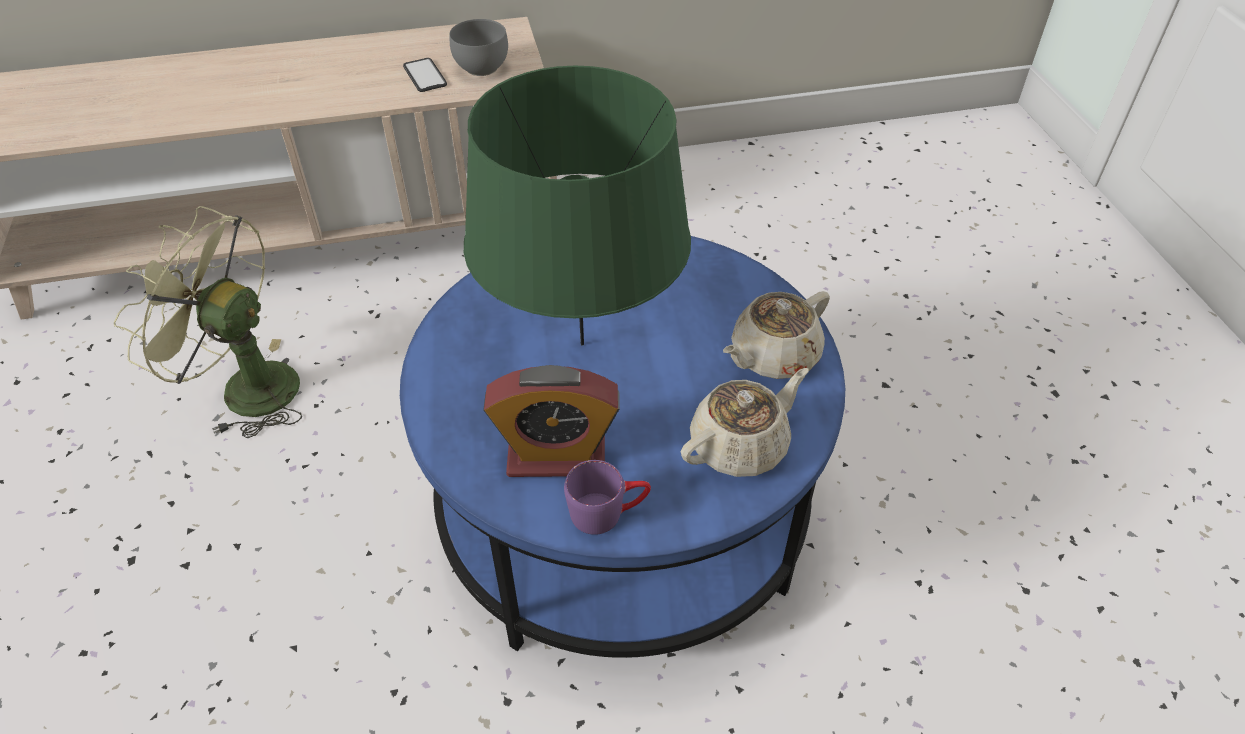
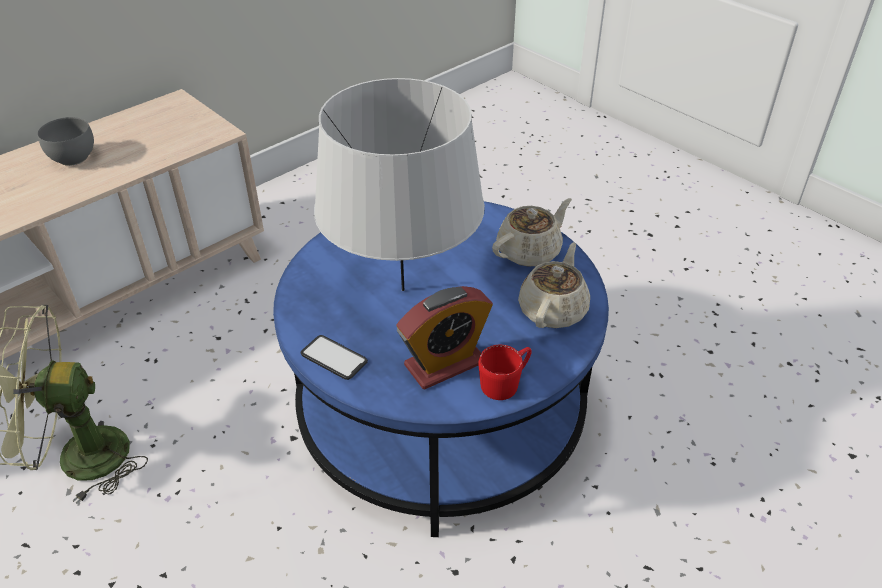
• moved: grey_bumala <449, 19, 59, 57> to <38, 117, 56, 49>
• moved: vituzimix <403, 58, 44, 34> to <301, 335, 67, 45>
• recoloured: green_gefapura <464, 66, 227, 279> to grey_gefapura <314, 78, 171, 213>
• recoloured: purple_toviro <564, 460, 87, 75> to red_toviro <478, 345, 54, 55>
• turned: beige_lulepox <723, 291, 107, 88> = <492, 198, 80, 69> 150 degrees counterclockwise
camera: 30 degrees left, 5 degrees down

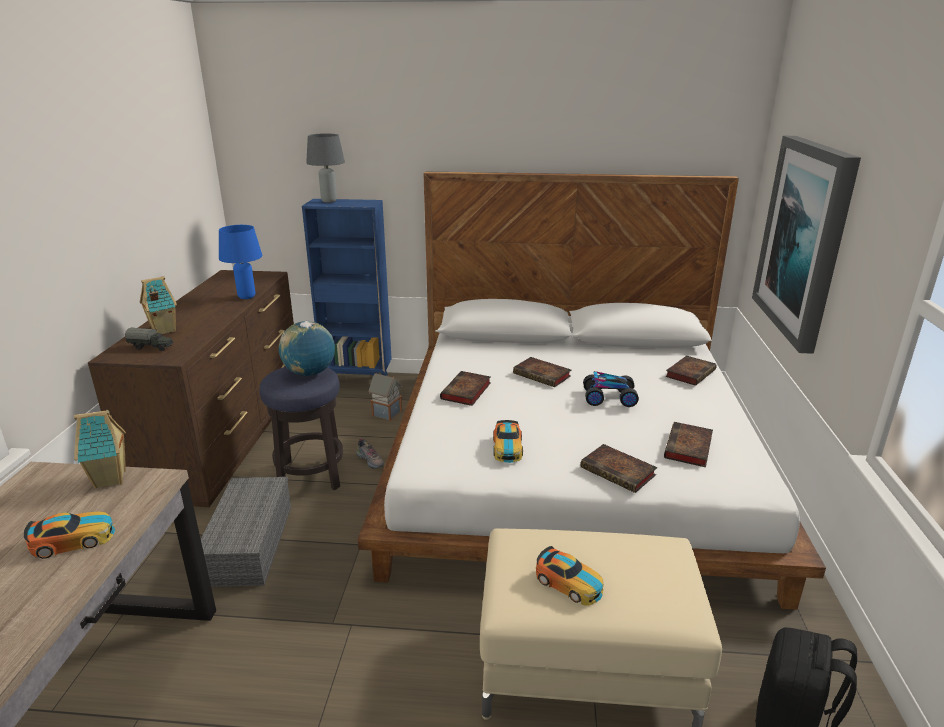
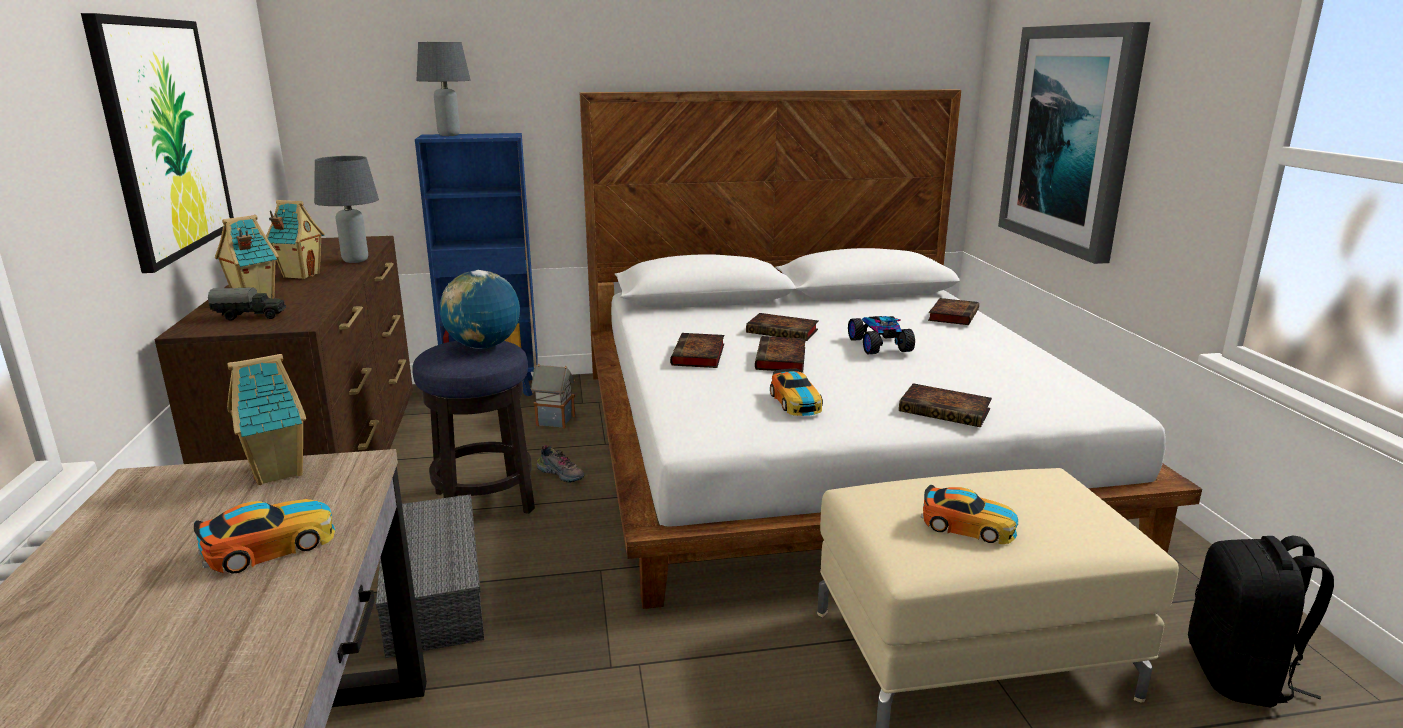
• added: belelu <81, 13, 153, 260>
• added: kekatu <266, 200, 59, 79>
• recoloured: blue_gefapura <219, 225, 43, 74> to grey_gefapura <314, 156, 65, 107>
• moved: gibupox <664, 422, 49, 45> to <755, 336, 51, 37>
• turned: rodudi <583, 371, 56, 36> = <848, 316, 67, 38> 90 degrees counterclockwise
camera: 15 degrees left, 5 degrees down

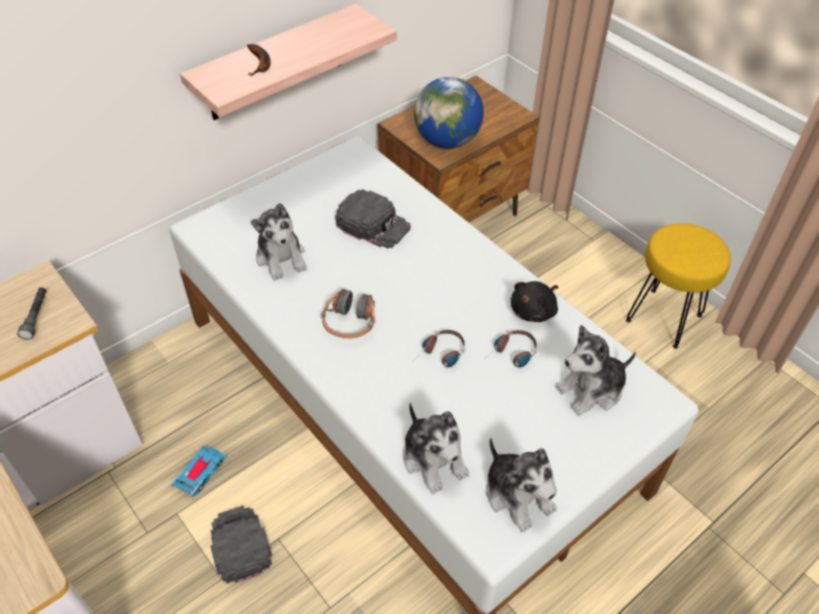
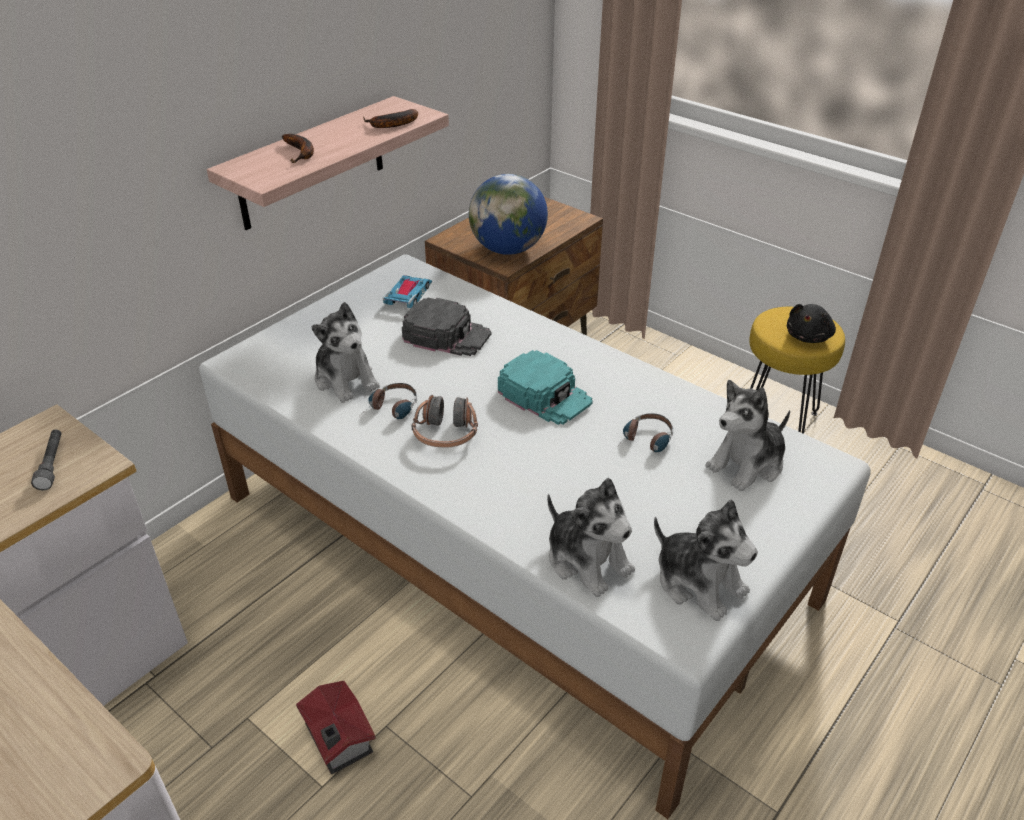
• replaced: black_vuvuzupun <210, 506, 62, 78> to kekatu <296, 681, 80, 94>
• added: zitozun <363, 109, 55, 19>
• moved: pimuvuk <422, 330, 43, 37> to <365, 383, 52, 36>
• moved: rodudi <171, 445, 56, 52> to <383, 275, 49, 33>
• added: turquoise_vuvuzupun <498, 350, 95, 75>
• moved: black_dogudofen <511, 281, 47, 41> to <787, 304, 49, 39>
camera: 10 degrees left, 10 degrees down

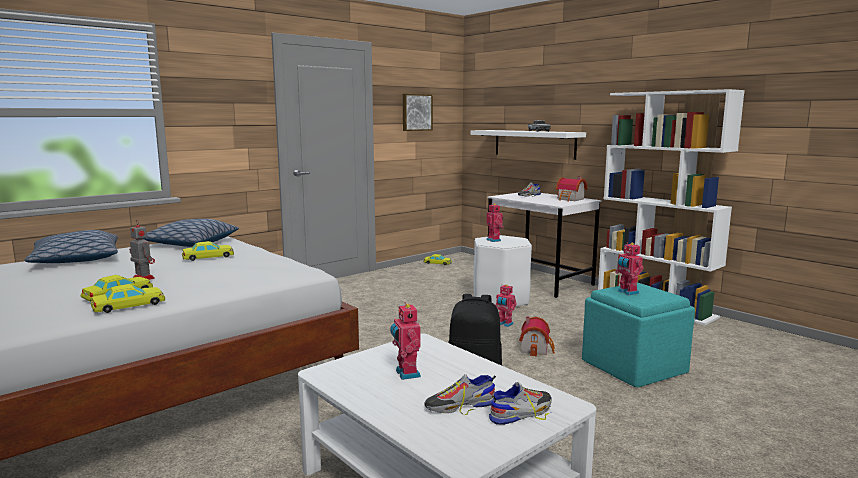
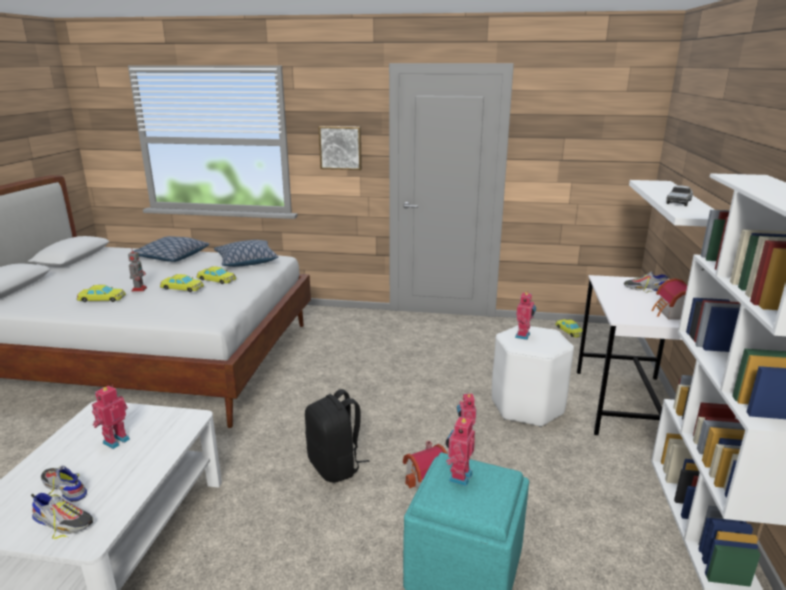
• moved: yellow_rodudi <91, 284, 74, 29> to <160, 274, 44, 18>
• moved: belelu <403, 94, 30, 37> to <319, 126, 43, 44>
camera: 50 degrees right, 10 degrees up

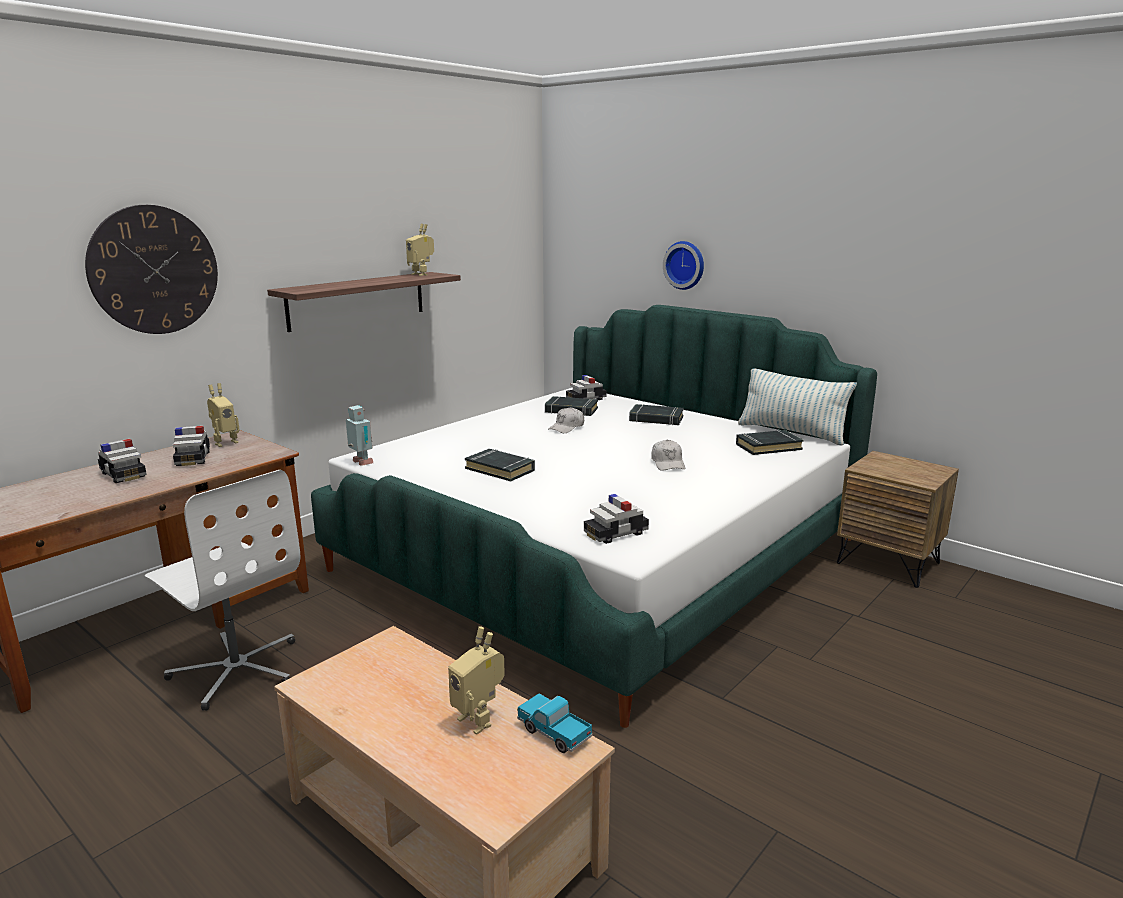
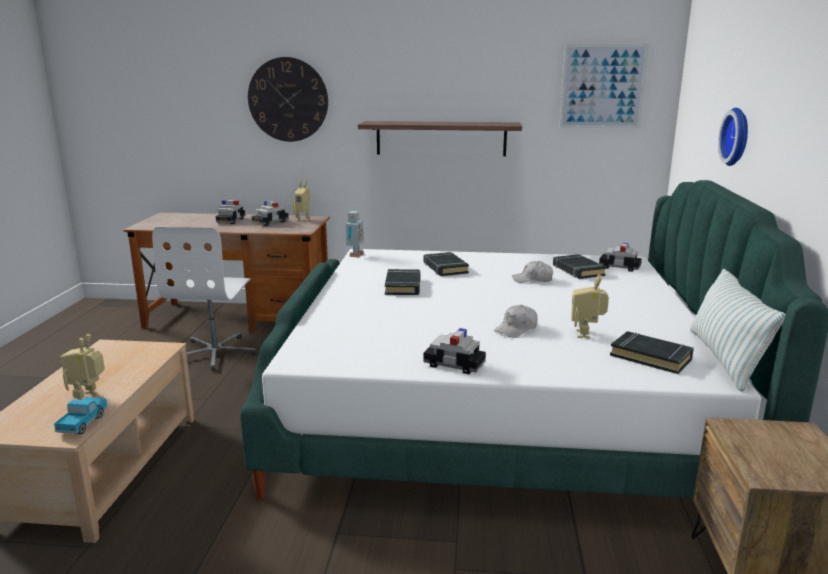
• moved: black_gibupox <629, 404, 55, 21> to <424, 252, 45, 24>
• moved: rodudi <584, 494, 65, 50> to <424, 328, 62, 46>
• added: belelu <559, 44, 90, 84>
• moved: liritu <406, 224, 28, 52> to <571, 274, 38, 65>
camera: 55 degrees right, 0 degrees up

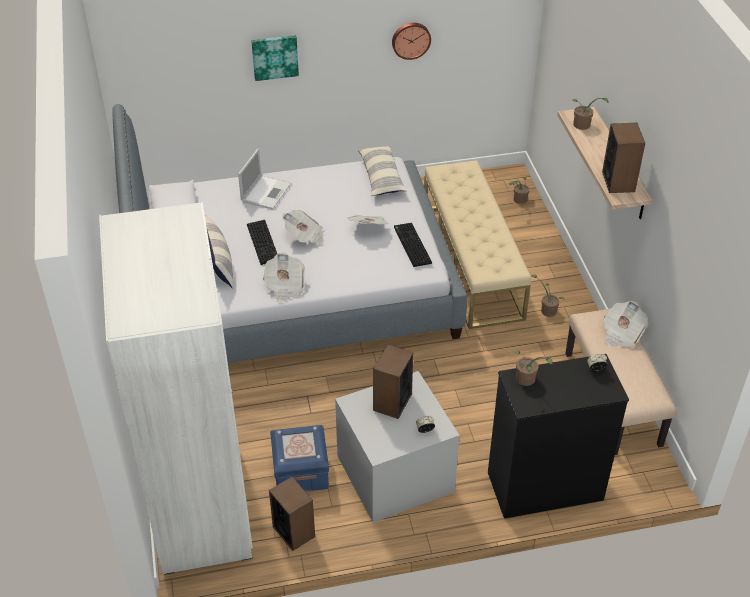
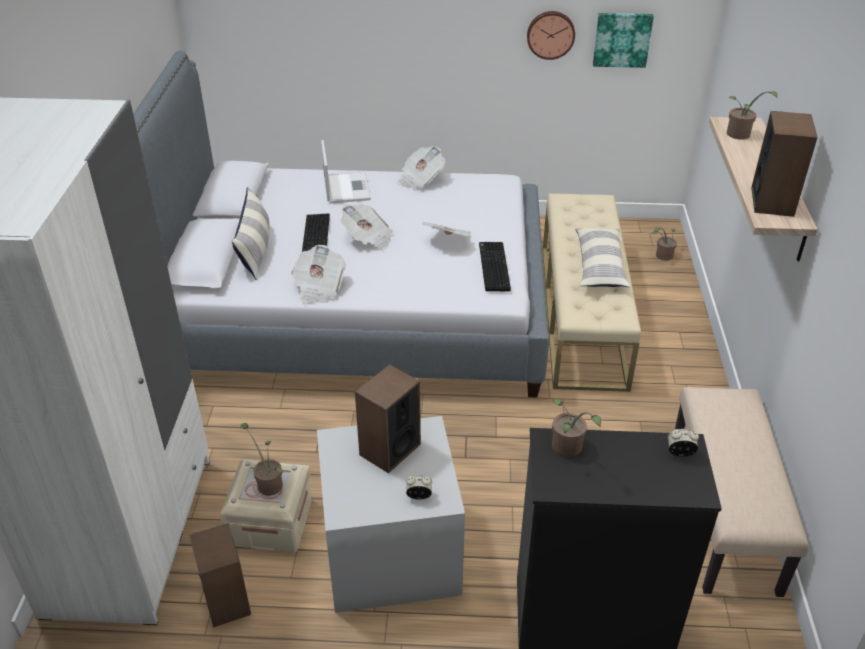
• recoloured: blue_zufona <270, 425, 59, 67> to beige_zufona <220, 459, 92, 94>
• moved: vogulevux <531, 274, 33, 43> to <240, 423, 43, 73>
• turned: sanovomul <238, 149, 53, 61> = <321, 140, 50, 63> 45 degrees counterclockwise
• moved: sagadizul <603, 301, 45, 47> to <397, 146, 48, 43>
• moved: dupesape <358, 145, 49, 51> to <575, 228, 55, 59>
• moved: belelu <251, 35, 48, 46> to <593, 13, 61, 55>
camera: 15 degrees right, 5 degrees down

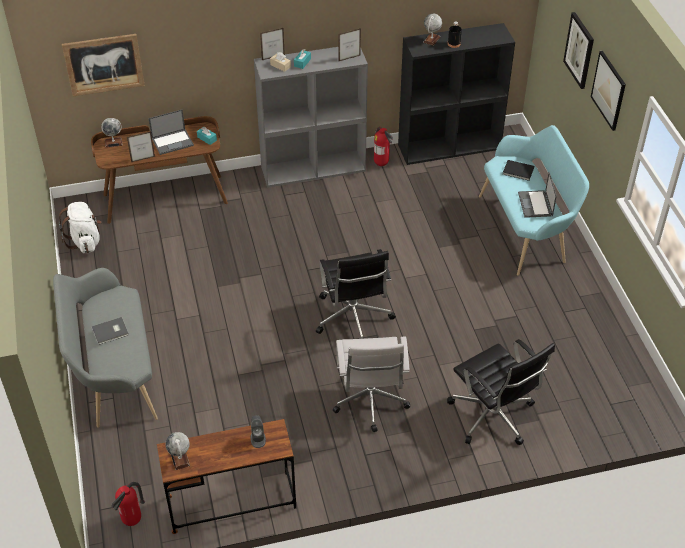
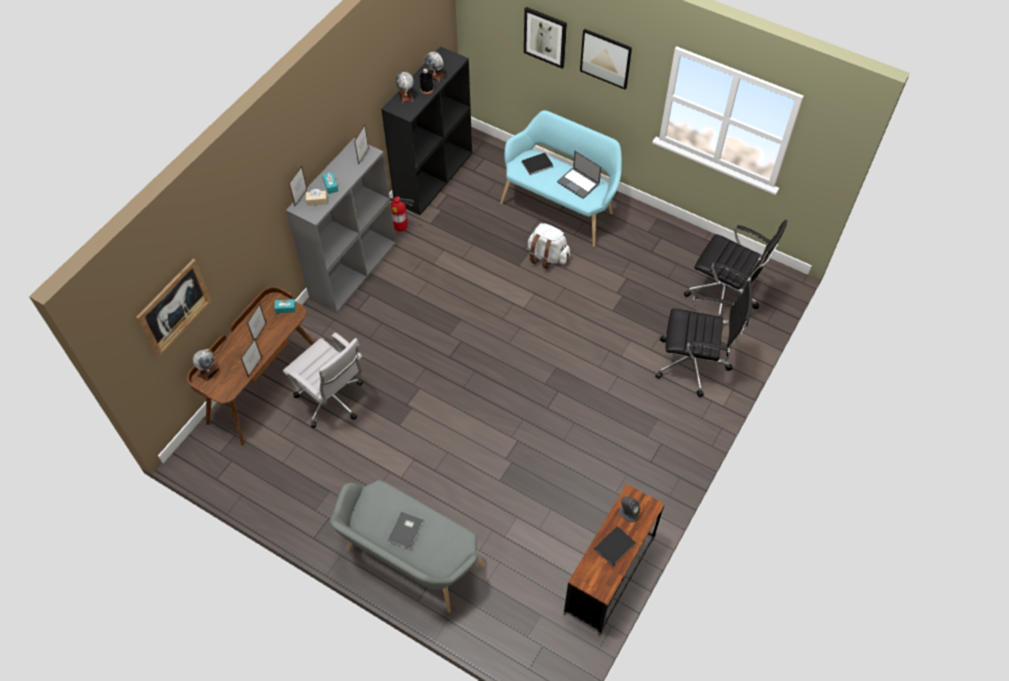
• replaced: sanovomul <149, 109, 45, 46> to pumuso <247, 303, 19, 37>
• moved: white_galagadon <333, 337, 77, 95> to <283, 333, 80, 95>
• moved: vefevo <165, 432, 25, 38> to <425, 52, 20, 30>
• moved: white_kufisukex <59, 202, 43, 51> to <528, 223, 42, 46>
• added: black_gibupox <595, 526, 41, 40>
• moved: black_galagadon <316, 249, 80, 90> to <684, 220, 103, 97>
• removed: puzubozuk <111, 482, 34, 44>
camera: 45 degrees left, 10 degrees up

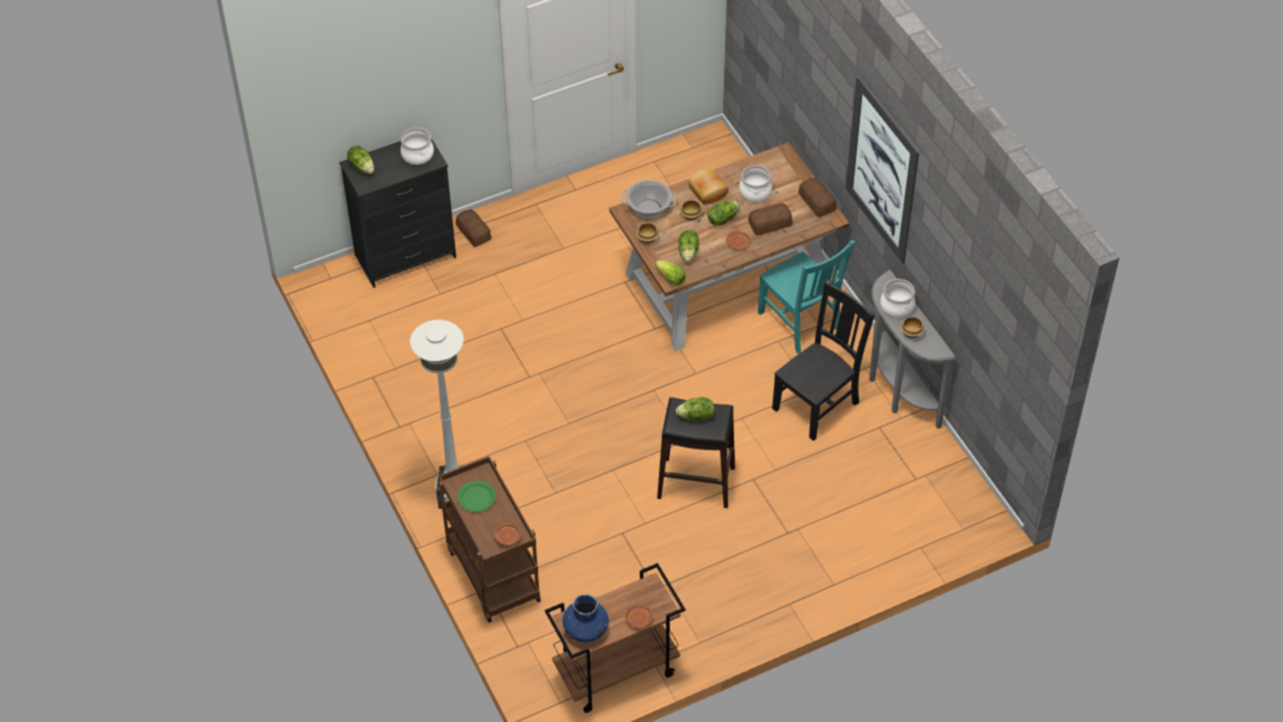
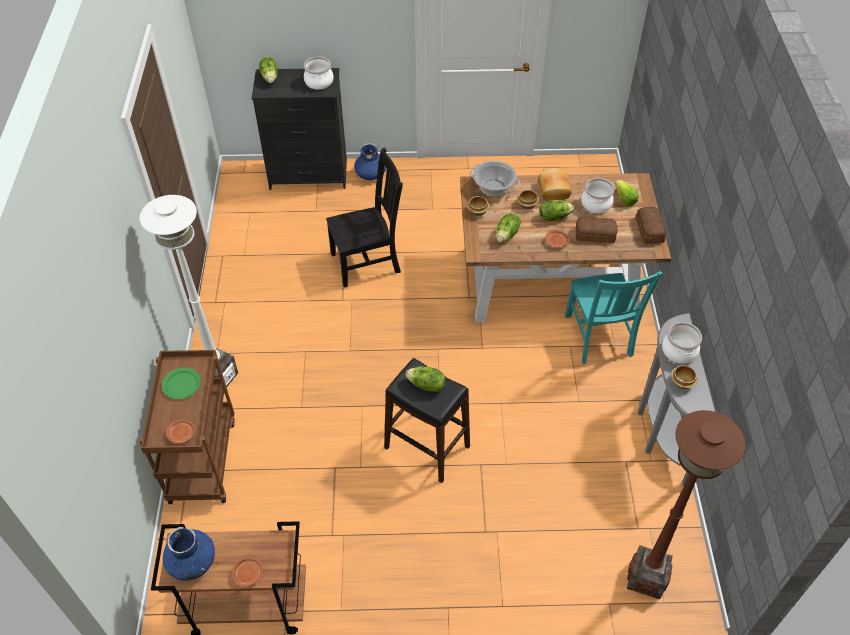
• moved: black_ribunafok <772, 279, 103, 162> to <326, 148, 77, 140>
• replaced: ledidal <456, 209, 35, 38> to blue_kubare <354, 143, 32, 37>
• moved: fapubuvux <655, 260, 31, 26> to <615, 180, 24, 26>
• added: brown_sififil <627, 410, 119, 189>
• removed: belelu <846, 76, 73, 188>
camera: 25 degrees right, 0 degrees up

